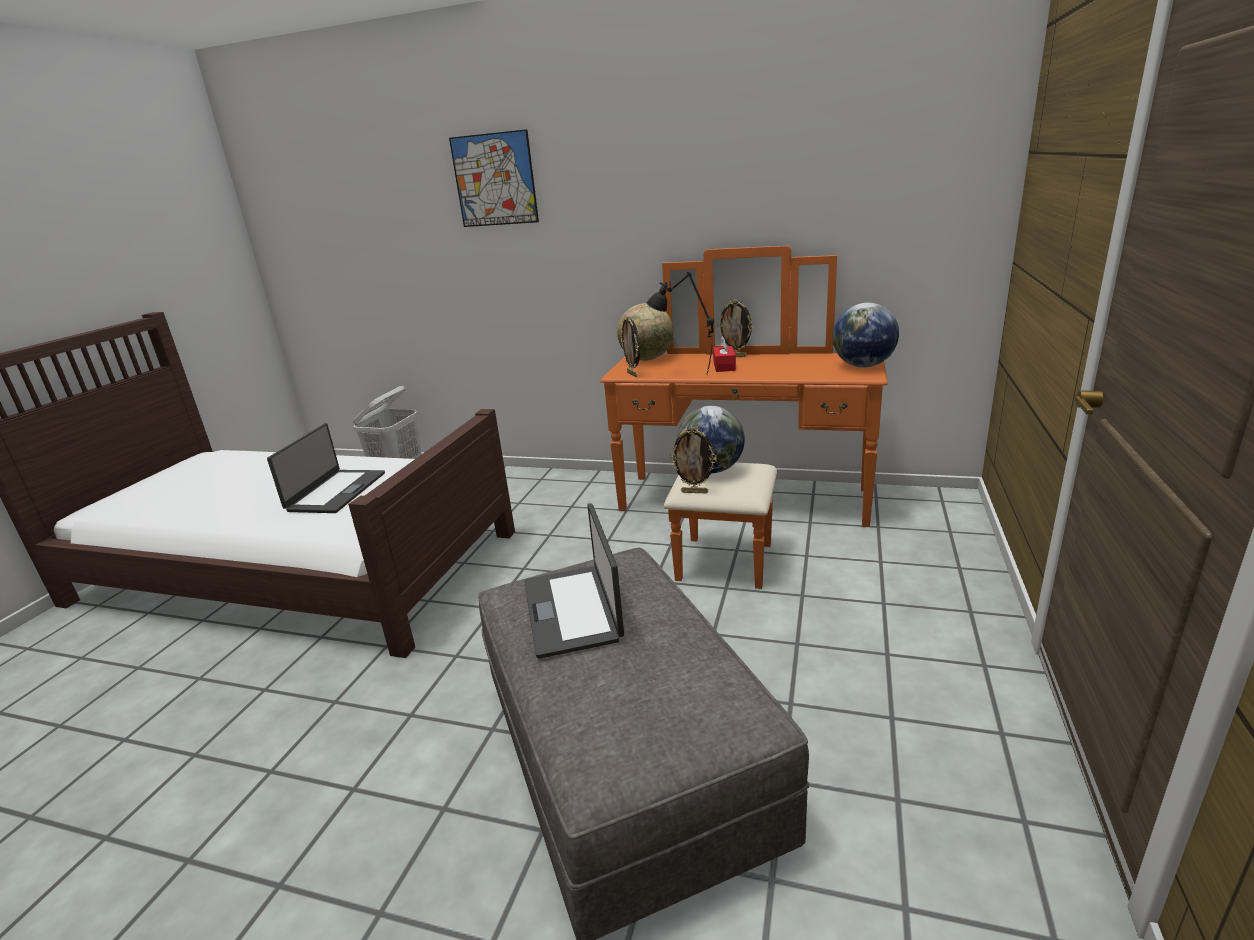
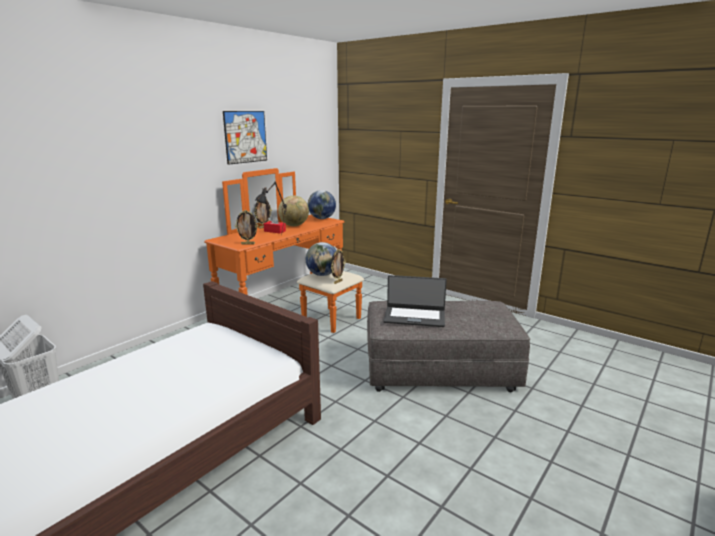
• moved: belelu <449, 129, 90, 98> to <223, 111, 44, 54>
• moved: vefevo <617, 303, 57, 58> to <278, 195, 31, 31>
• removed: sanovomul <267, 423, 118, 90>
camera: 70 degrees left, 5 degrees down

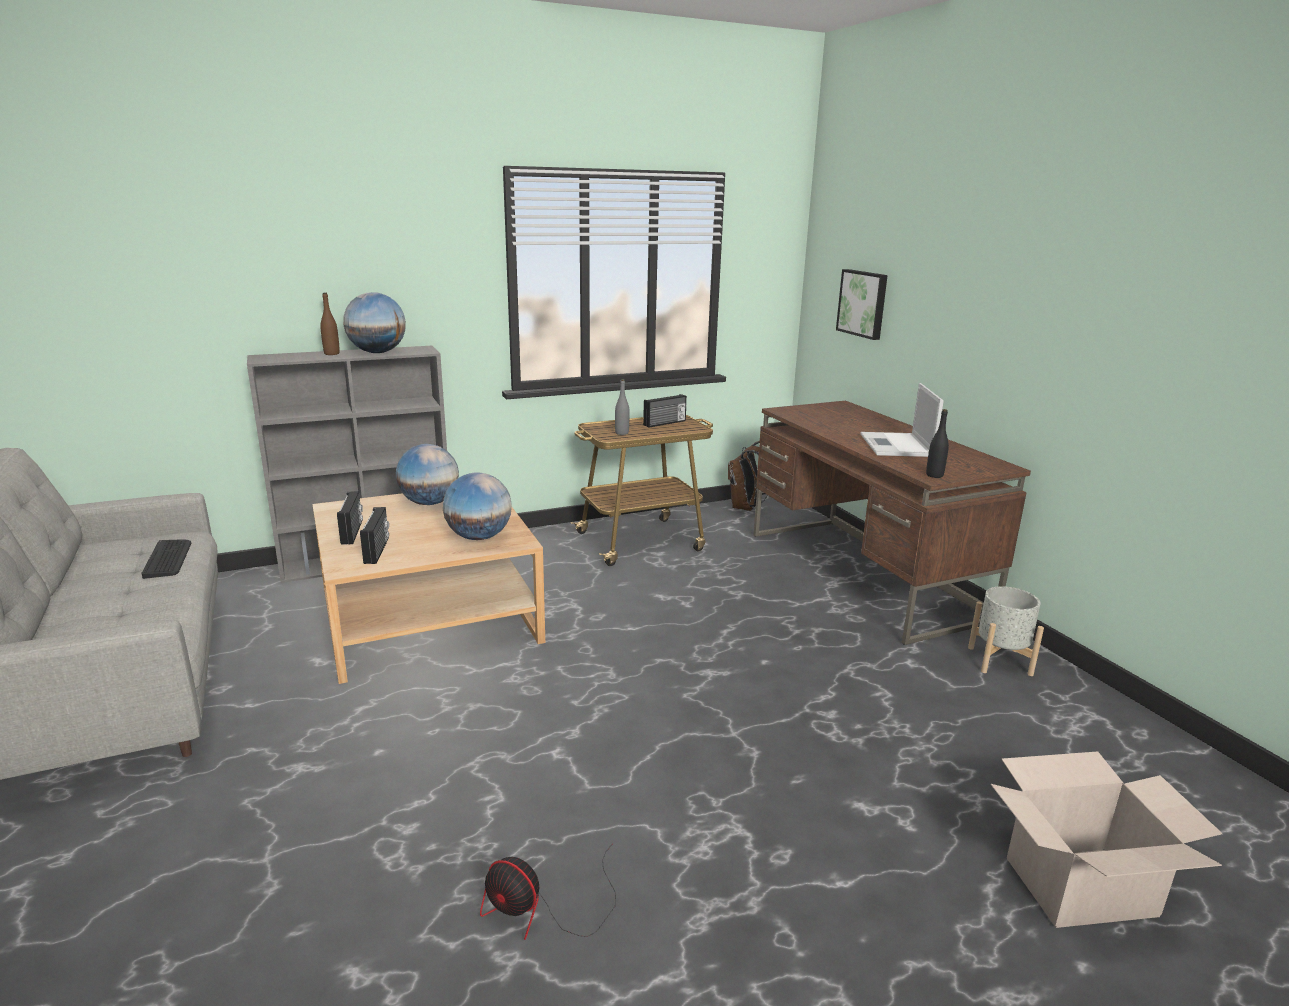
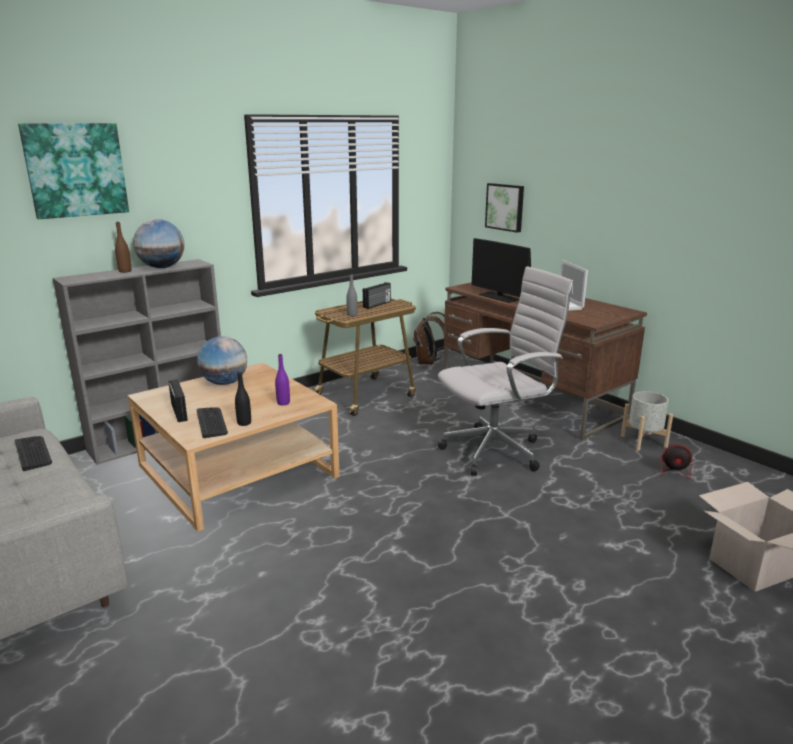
• added: belelu <18, 123, 111, 96>
• replaced: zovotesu <360, 507, 29, 57> to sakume <197, 407, 31, 31>
• moved: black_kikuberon <926, 409, 23, 69> to <235, 371, 16, 55>
• replaced: vefevo <443, 472, 69, 68> to purple_kikuberon <275, 354, 15, 51>
• added: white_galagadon <437, 266, 137, 210>
• added: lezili <472, 238, 59, 65>
• moved: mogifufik <480, 846, 136, 94> to <661, 444, 51, 35>
camera: 15 degrees left, 0 degrees up

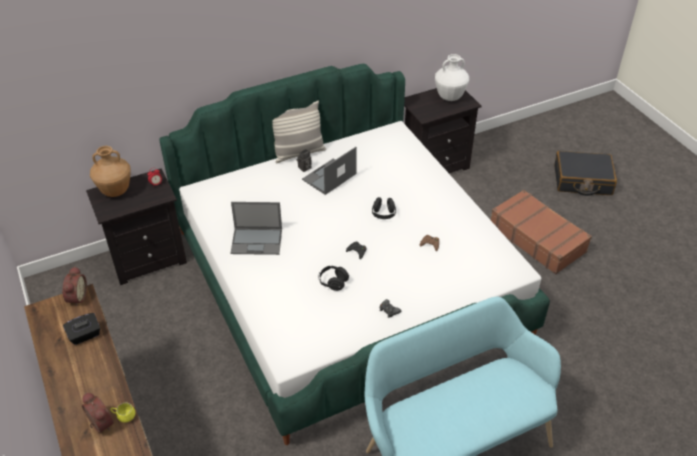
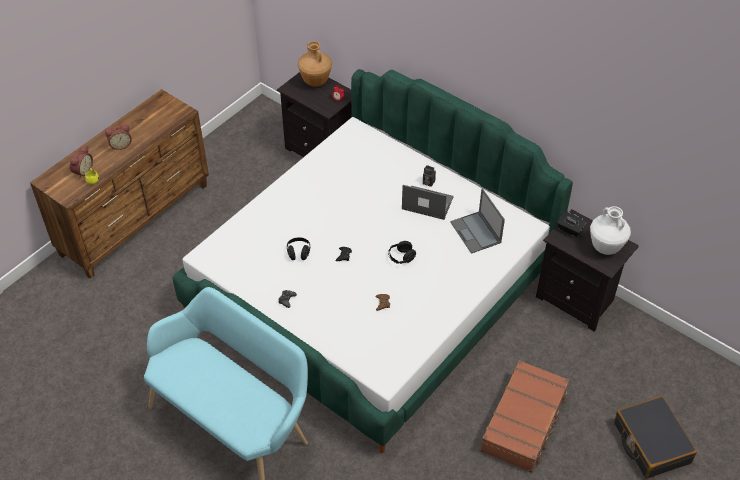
• moved: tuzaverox <62, 267, 25, 40> to <105, 124, 27, 26>
• moved: sanovomul <231, 202, 51, 53> to <450, 188, 55, 66>
• moved: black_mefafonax <63, 313, 37, 32> to <557, 211, 29, 26>
• removed: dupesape <272, 100, 54, 63>
camera: 65 degrees right, 5 degrees up

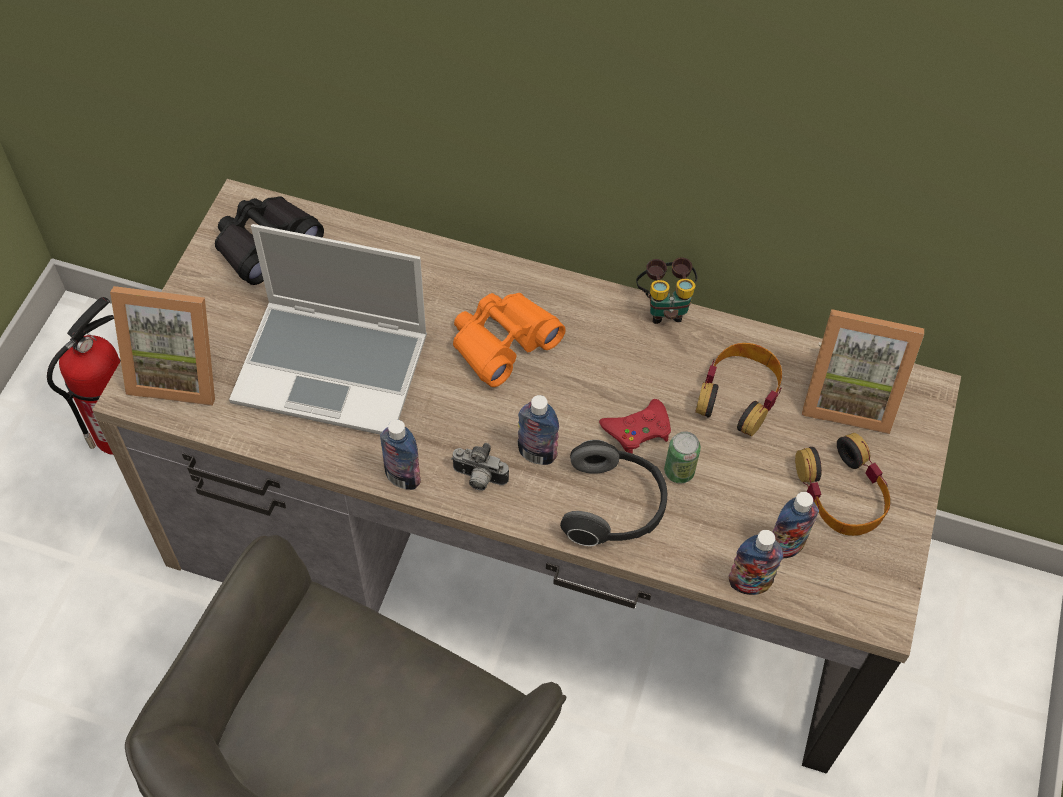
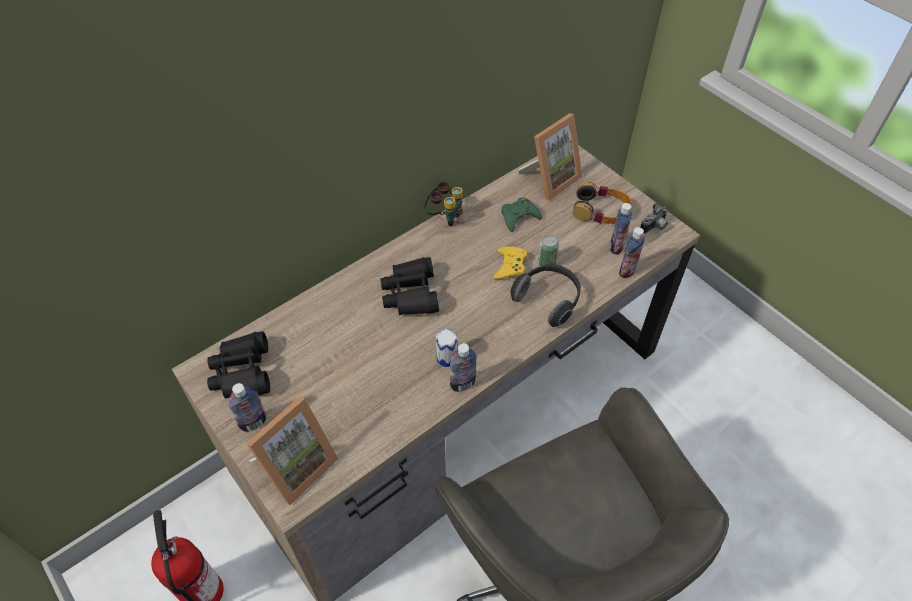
• moved: kikuberon <517, 395, 42, 70> to <229, 383, 37, 49>
• recoloured: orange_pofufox <453, 293, 113, 94> to black_pofufox <380, 257, 59, 58>
• added: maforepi <436, 329, 21, 38>
• recoloured: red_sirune <599, 399, 72, 55> to yellow_sirune <493, 247, 34, 32>
• replaced: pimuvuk <695, 343, 87, 93> to green_sirune <501, 197, 41, 35>
• moved: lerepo <451, 443, 58, 48> to <640, 202, 28, 32>
• removed: sanovomul <229, 224, 198, 211>
camera: 55 degrees left, 5 degrees down

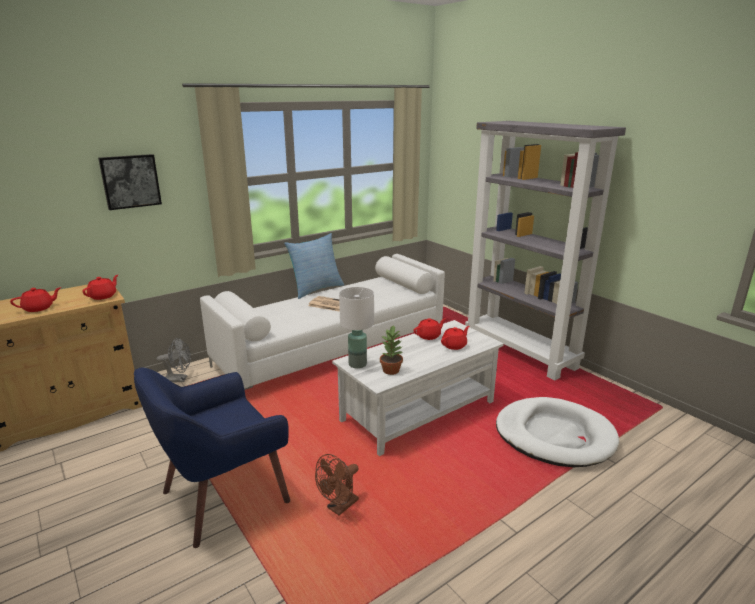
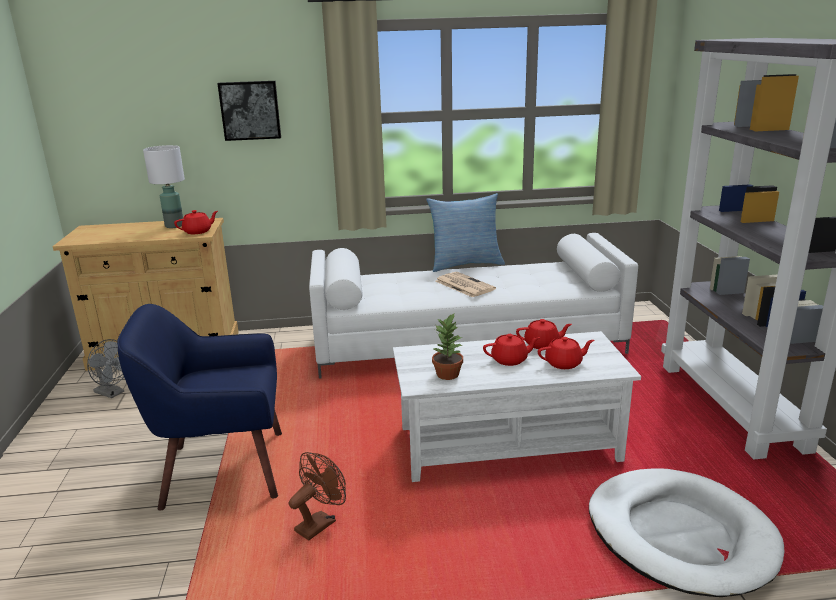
• moved: grey_mogifufik <157, 338, 34, 44> to <87, 339, 37, 59>
• moved: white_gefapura <339, 287, 35, 82> to <143, 145, 42, 83>
• turned: brown_mogifufik <315, 454, 44, 61> = <289, 452, 57, 88> 150 degrees clockwise
• moved: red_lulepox <10, 287, 51, 25> to <483, 334, 57, 32>
camera: 30 degrees right, 0 degrees up

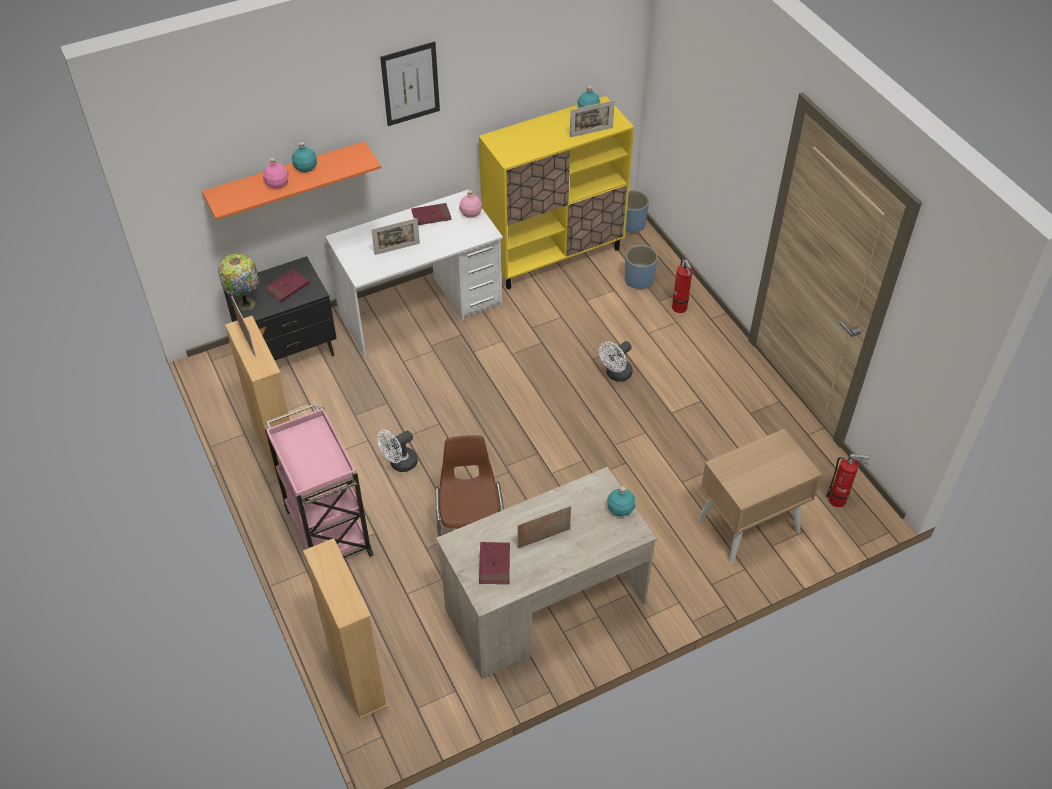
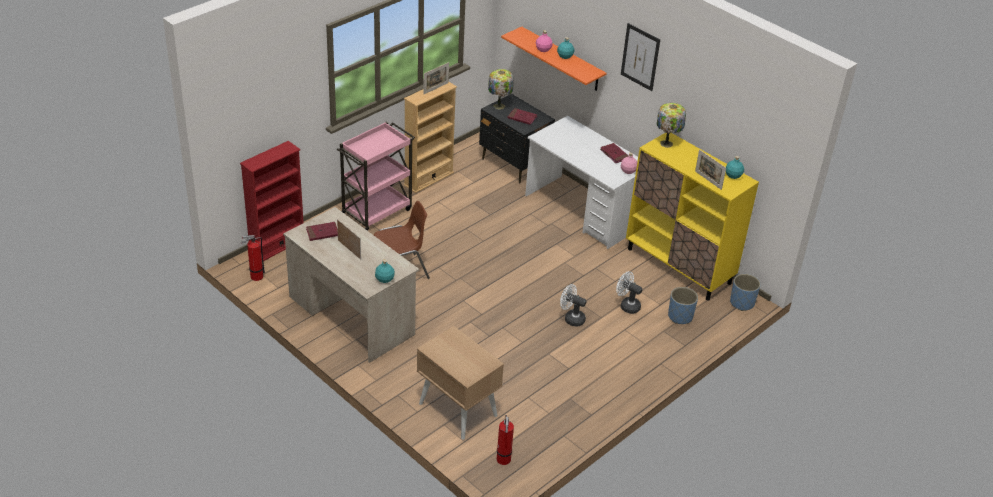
• recoloured: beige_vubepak <303, 538, 86, 181> to red_vubepak <240, 141, 64, 120>
• moved: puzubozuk <672, 259, 21, 54> to <241, 235, 24, 46>
• moved: white_mogifufik <377, 430, 41, 42> to <616, 271, 26, 43>
• added: gefapura <657, 103, 29, 45>
• removed: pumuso <371, 218, 49, 37>
camera: 70 degrees right, 10 degrees down

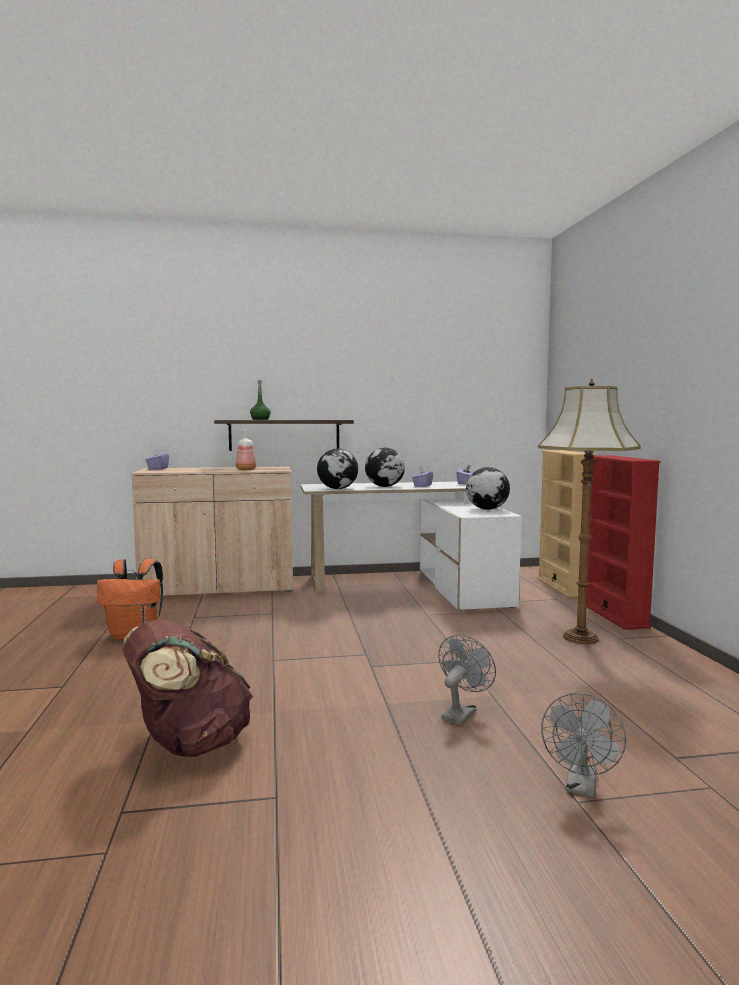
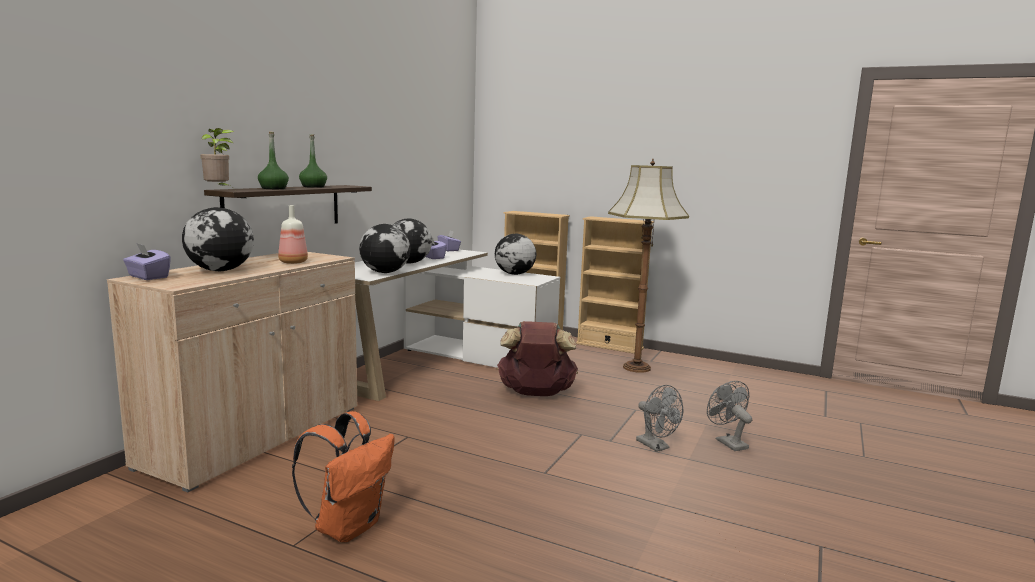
• added: vefevo <182, 207, 72, 64>
• added: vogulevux <200, 128, 34, 59>
• added: green_kikuberon <299, 134, 28, 54>
• moved: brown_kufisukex <122, 619, 131, 138> to <497, 321, 81, 75>
• recoloured: red_vubepak <586, 455, 74, 175> to beige_vubepak <576, 216, 78, 138>
• moved: grey_mogifufik <541, 693, 85, 105> to <636, 385, 47, 67>
camera: 55 degrees left, 5 degrees up

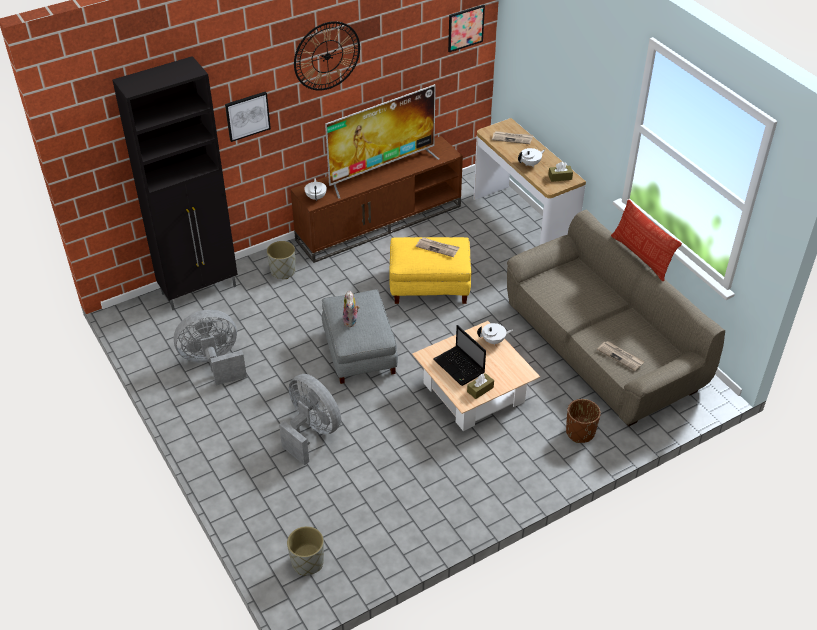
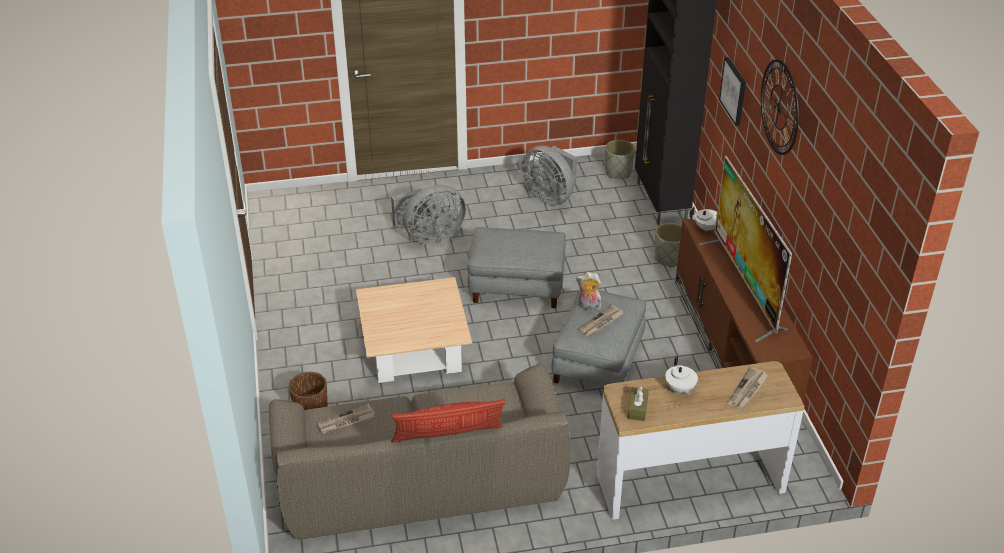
• turned: grey_mogifufik <174, 310, 73, 75> = <522, 146, 55, 59> 135 degrees clockwise
• recoloured: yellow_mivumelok <389, 237, 82, 67> to grey_mivumelok <551, 290, 95, 97>
• moved: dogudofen <343, 290, 17, 37> to <576, 272, 25, 40>
• moved: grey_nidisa <287, 526, 37, 49> to <605, 140, 30, 39>
• removed: sanovomul <433, 325, 53, 61>
• removed: belelu <448, 5, 37, 47>
• removed: brown_mefafonax <467, 373, 27, 26>
• removed: white_lulepox <477, 323, 36, 23>
camera: 110 degrees right, 5 degrees down

